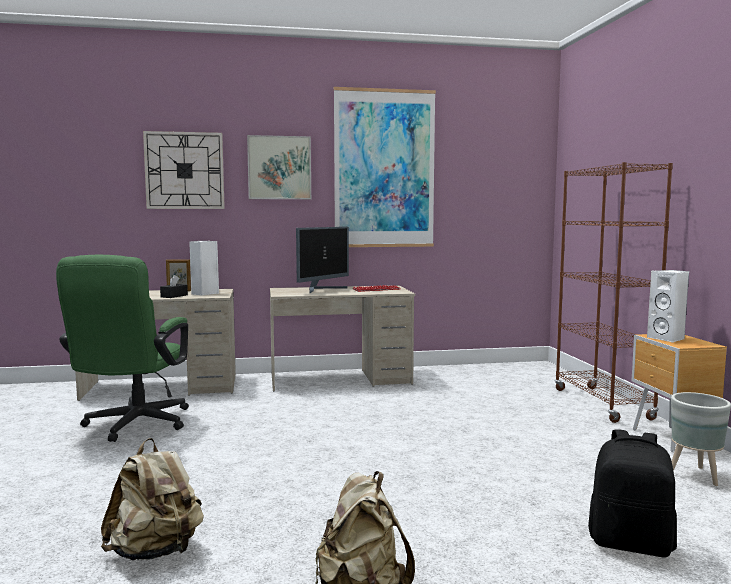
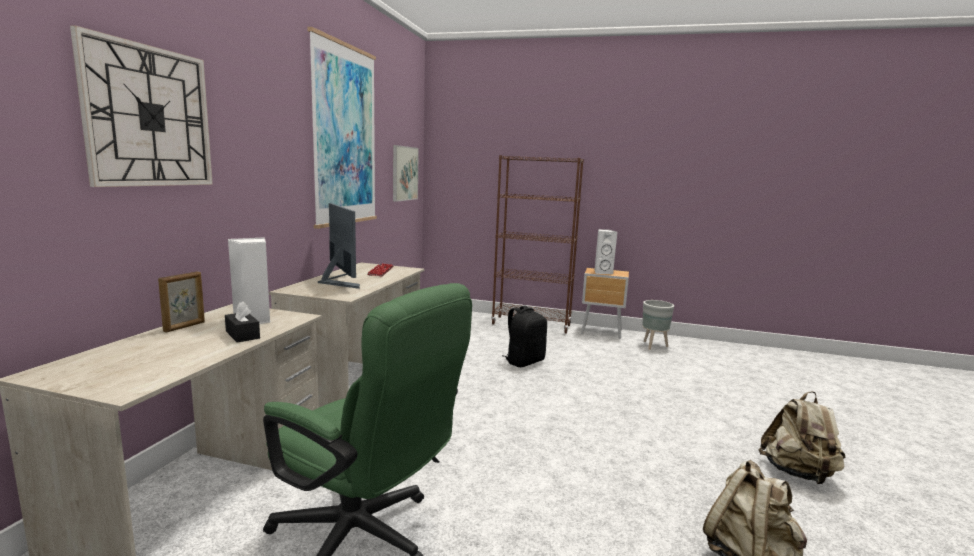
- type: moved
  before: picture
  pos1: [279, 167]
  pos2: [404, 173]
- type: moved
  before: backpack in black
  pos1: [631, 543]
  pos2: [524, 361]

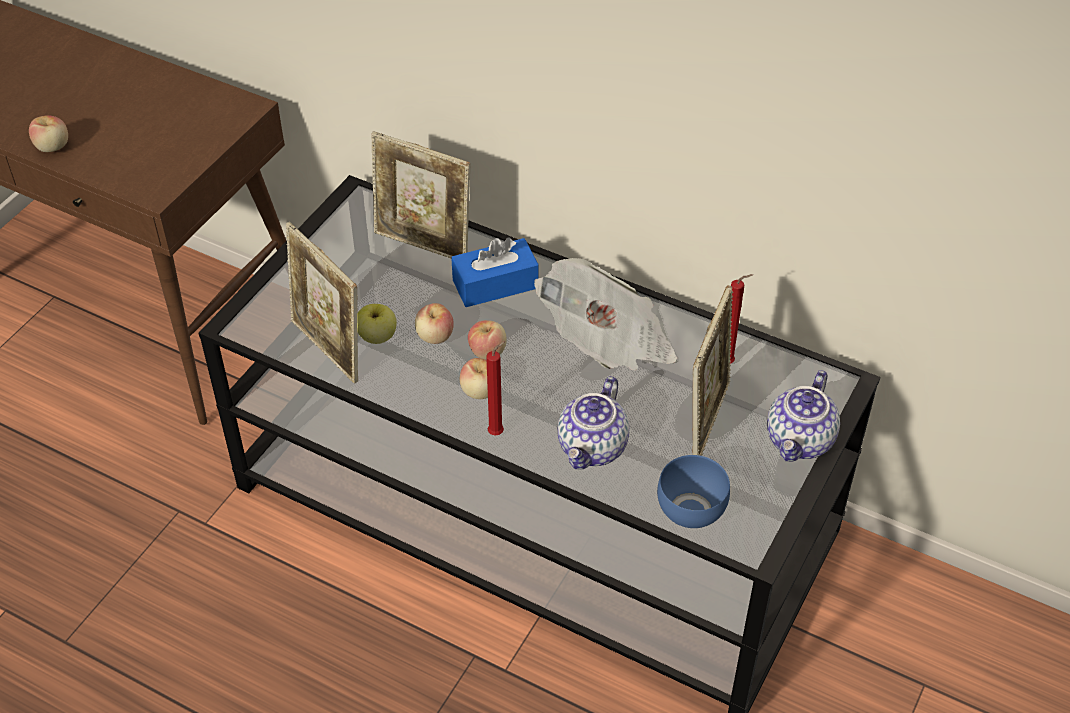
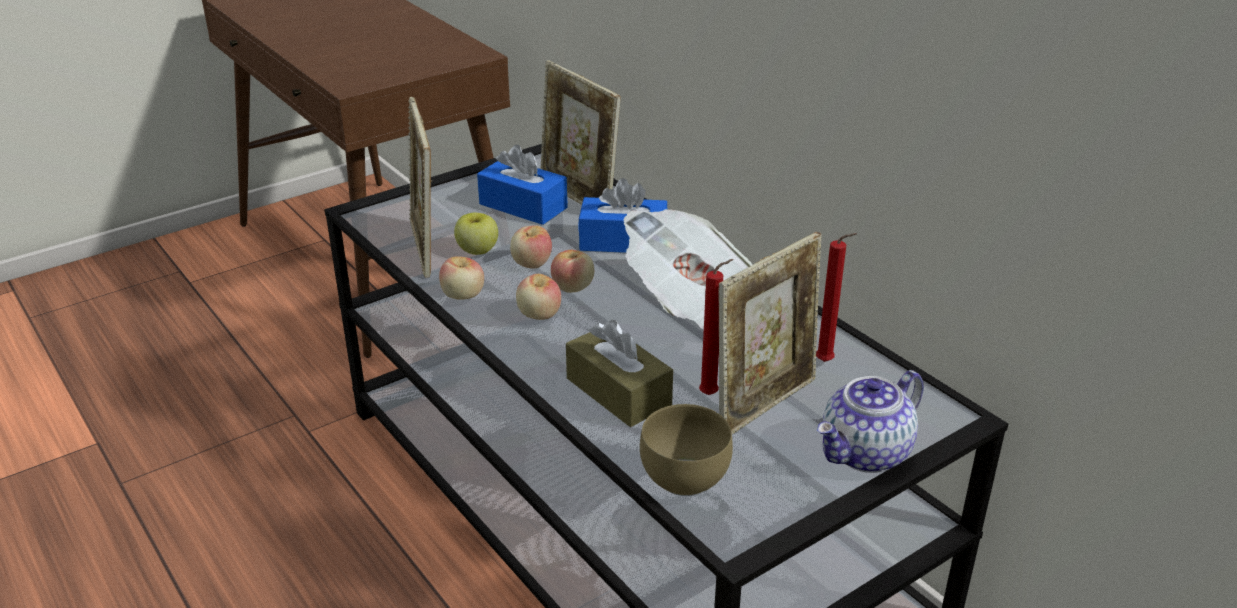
- type: added
  after: tissue box in blue
  pos2: [523, 206]
- type: moved
  before: apple
  pos1: [53, 147]
  pos2: [463, 295]
- type: moved
  before: candle in red
  pos1: [498, 432]
  pos2: [711, 394]
- type: replaced
  before: teapot
  after: tissue box in brown
  pos1: [593, 448]
  pos2: [618, 392]
- type: recoloured
  before: bowl in blue
  after: bowl in brown
  pos1: [691, 509]
  pos2: [686, 478]

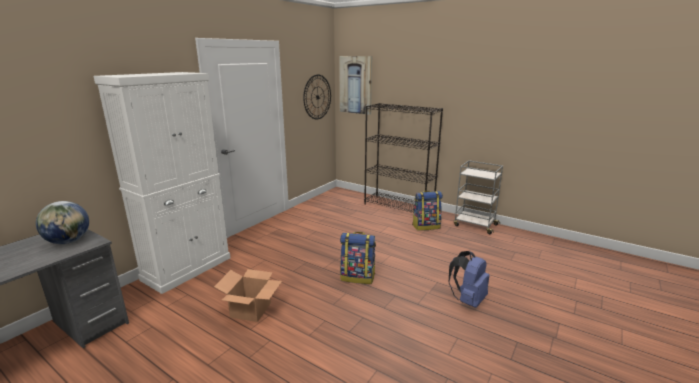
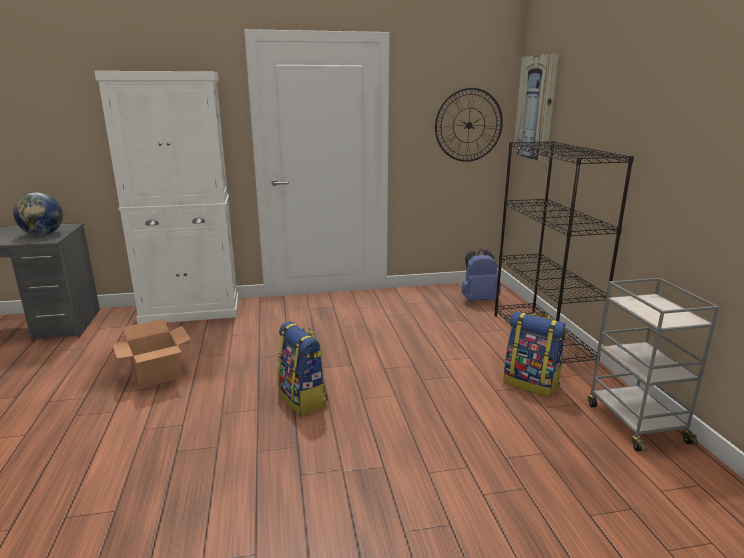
- type: moved
  before: backpack in blue
  pos1: [468, 300]
  pos2: [478, 300]

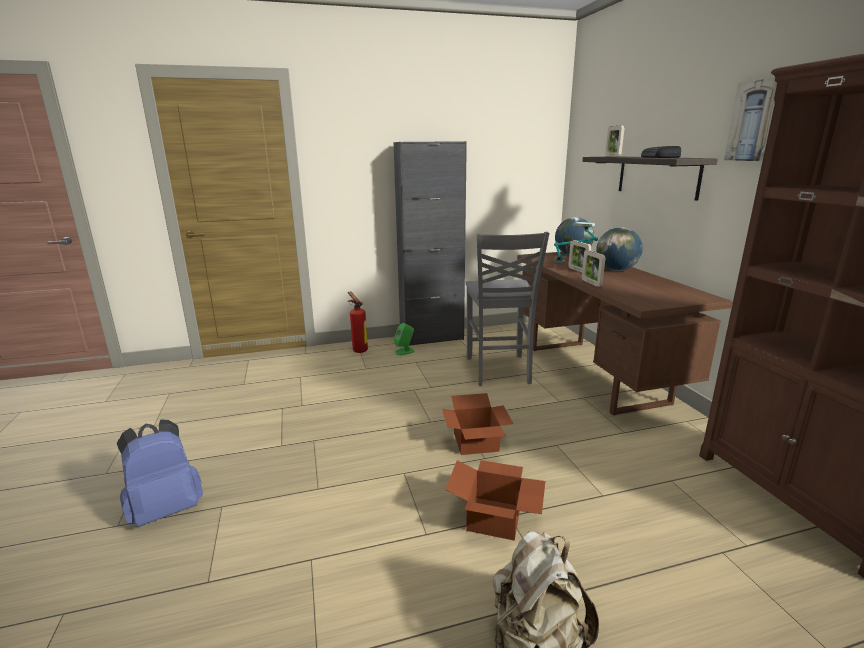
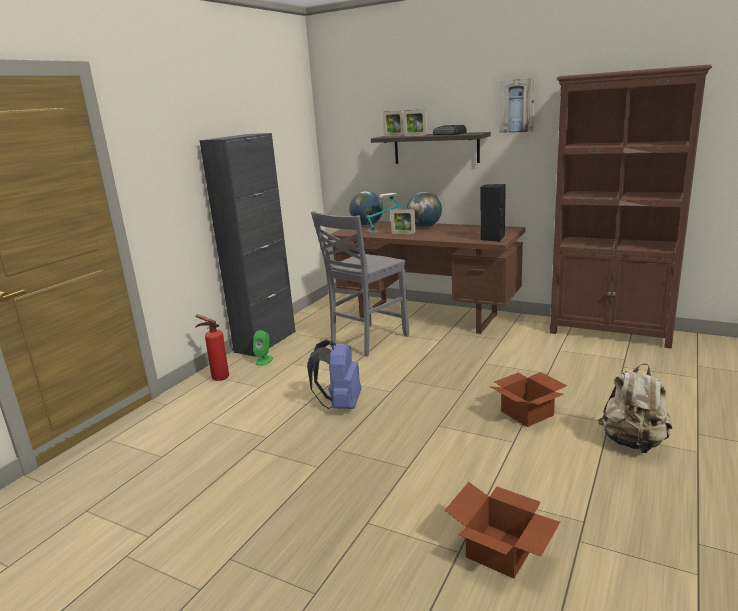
- type: added
  after: speaker in black
  pos2: [492, 238]
- type: moved
  before: backpack in blue
  pos1: [167, 509]
  pos2: [340, 405]
- type: moved
  before: cardboard box
  pos1: [475, 443]
  pos2: [501, 552]
- type: moved
  before: picture frame
  pos1: [591, 283]
  pos2: [415, 135]
- type: turned
  before: chair in grey
  pos1: [498, 371]
  pos2: [367, 341]
  turn: 90

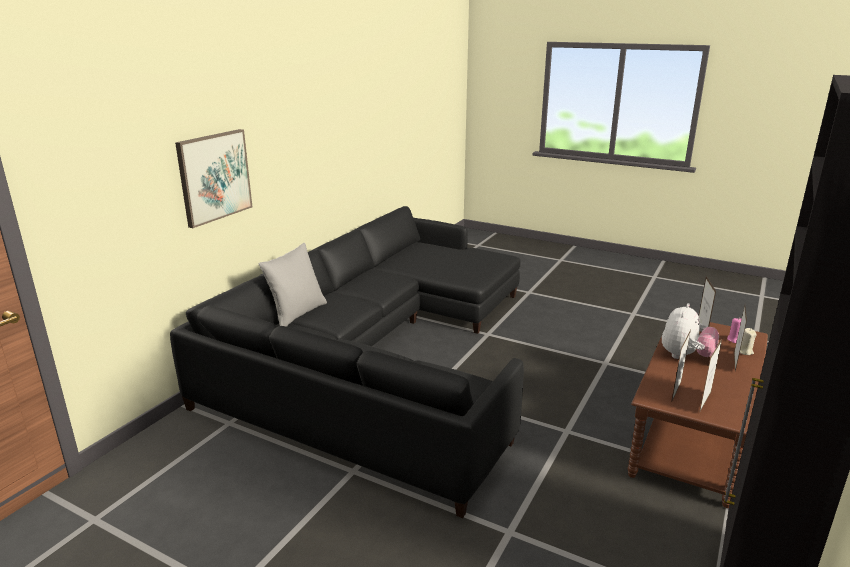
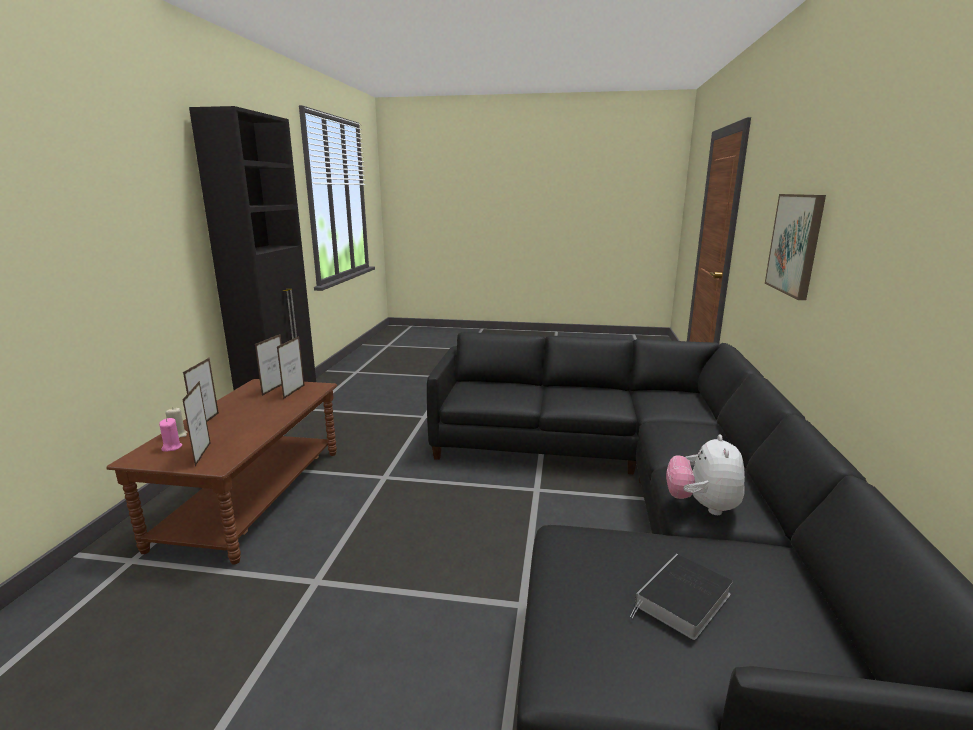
- type: removed
  before: pillow in grey
  pos1: [297, 314]
- type: added
  after: book
  pos2: [682, 601]
- type: moved
  before: plush toy
  pos1: [685, 356]
  pos2: [702, 506]

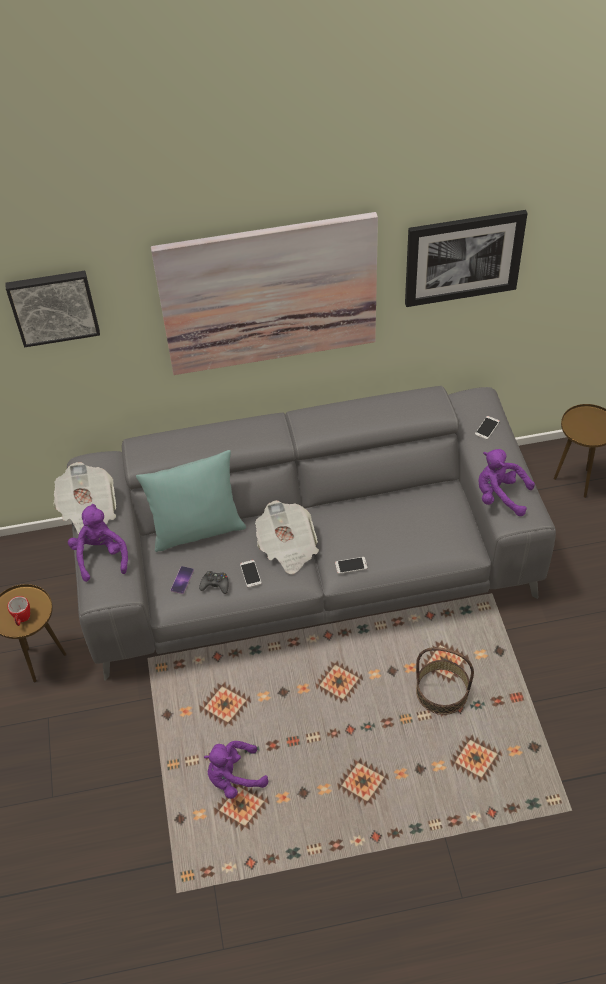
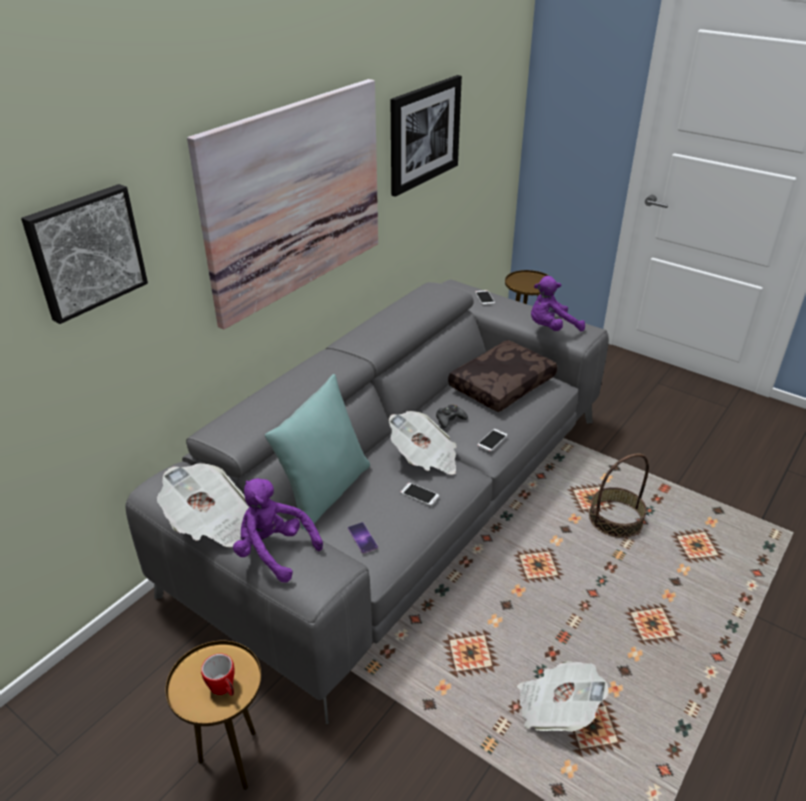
- type: added
  after: pillow in brown
  pos2: [501, 384]
- type: moved
  before: game controller in black
  pos1: [215, 585]
  pos2: [450, 419]
- type: replaced
  before: plush toy in purple
  after: newspaper
  pos1: [234, 777]
  pos2: [556, 708]

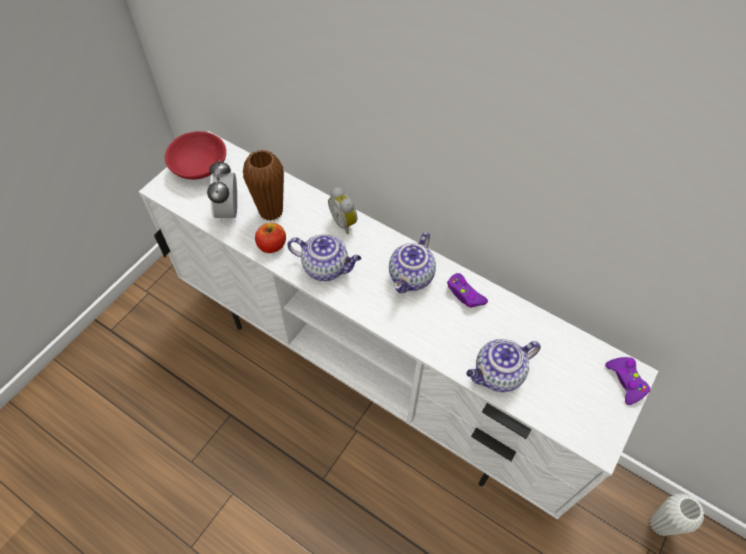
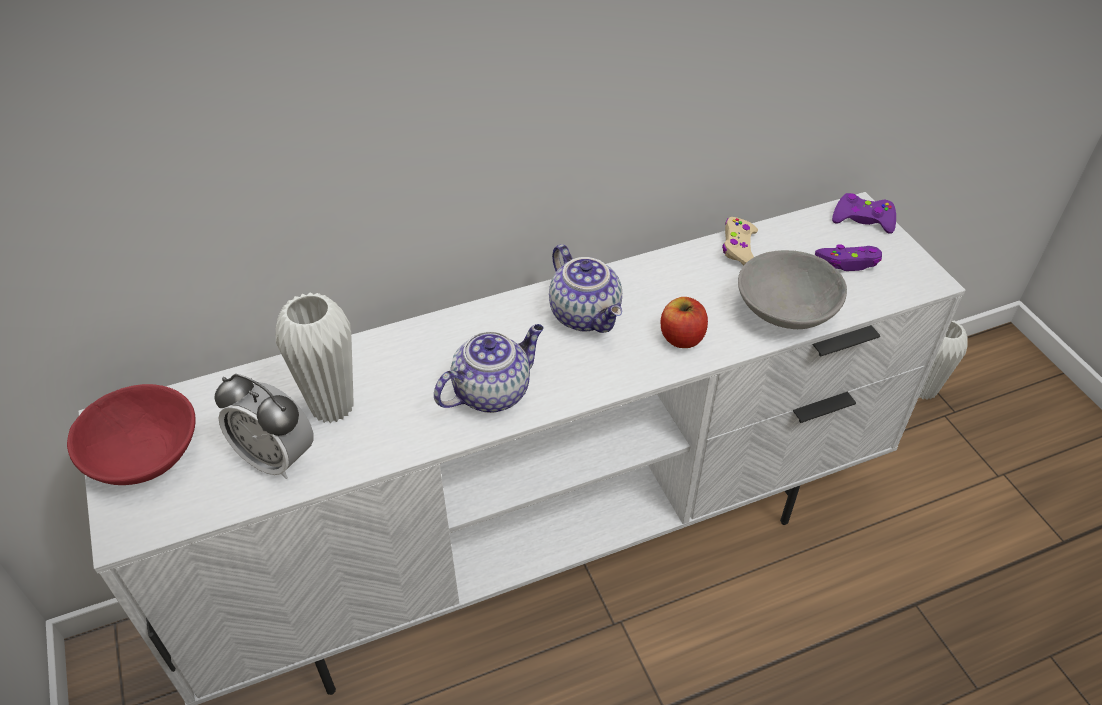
- type: removed
  before: alarm clock
  pos1: [345, 222]
- type: added
  after: game controller in beige
  pos2: [739, 248]
- type: moved
  before: apple
  pos1: [272, 245]
  pos2: [681, 337]
- type: moved
  before: game controller in purple
  pos1: [465, 294]
  pos2: [848, 262]
- type: replaced
  before: teapot
  after: bowl in grey
  pos1: [497, 374]
  pos2: [786, 311]
- type: recoloured
  before: vase in brown
  after: vase in white
  pos1: [271, 212]
  pos2: [332, 407]

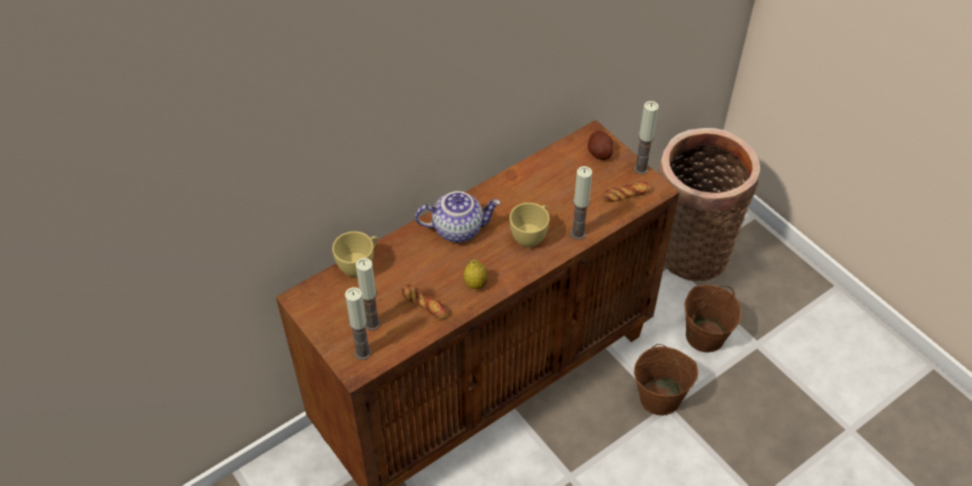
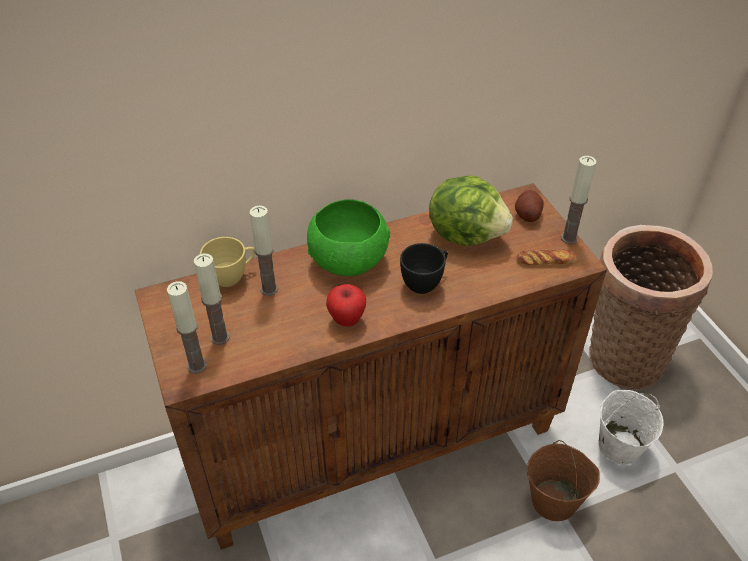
- type: removed
  before: bread
  pos1: [424, 304]
- type: added
  after: lettuce
  pos2: [466, 233]
- type: moved
  before: candle
  pos1: [578, 233]
  pos2: [269, 289]
- type: replaced
  before: teapot
  after: bowl in green
  pos1: [458, 228]
  pos2: [349, 260]
- type: replaced
  before: lemon
  after: apple
  pos1: [475, 284]
  pos2: [347, 320]
- type: recoloured
  before: cup in yellow
  after: cup in black
  pos1: [531, 235]
  pos2: [425, 282]
- type: recoloured
  before: bucket in brown
  after: bucket in white
  pos1: [704, 335]
  pos2: [619, 445]

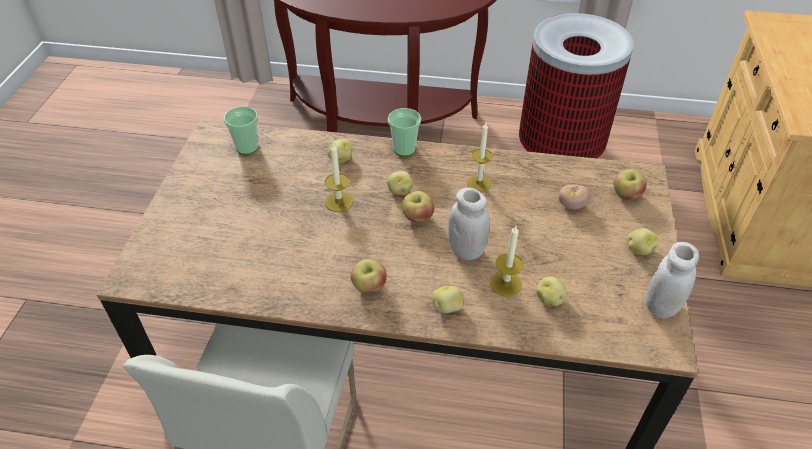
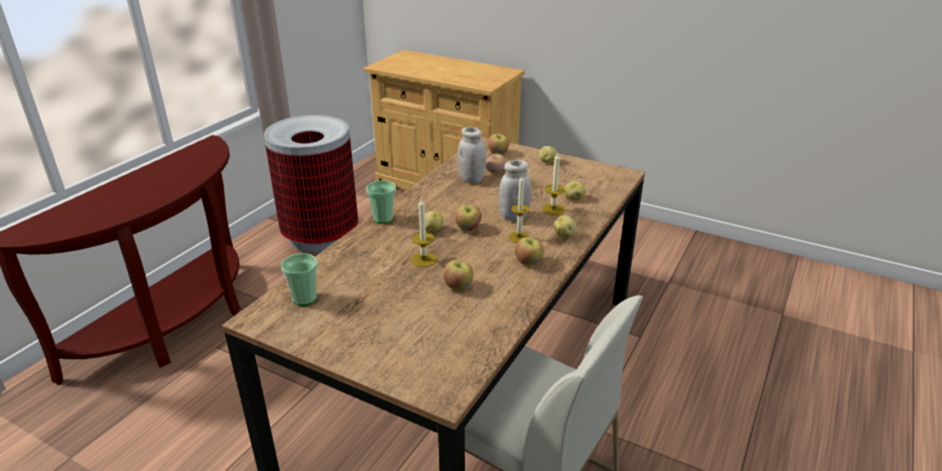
- type: removed
  before: potato
  pos1: [341, 159]
- type: added
  after: apple
  pos2: [458, 286]
- type: moved
  before: candle
  pos1: [479, 183]
  pos2: [519, 237]
- type: moved
  before: jar in white
  pos1: [661, 306]
  pos2: [471, 179]

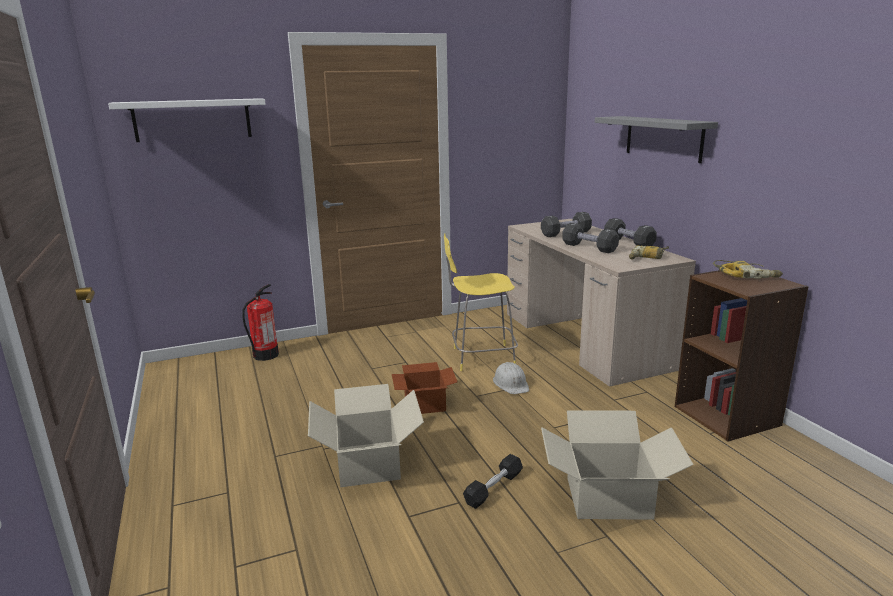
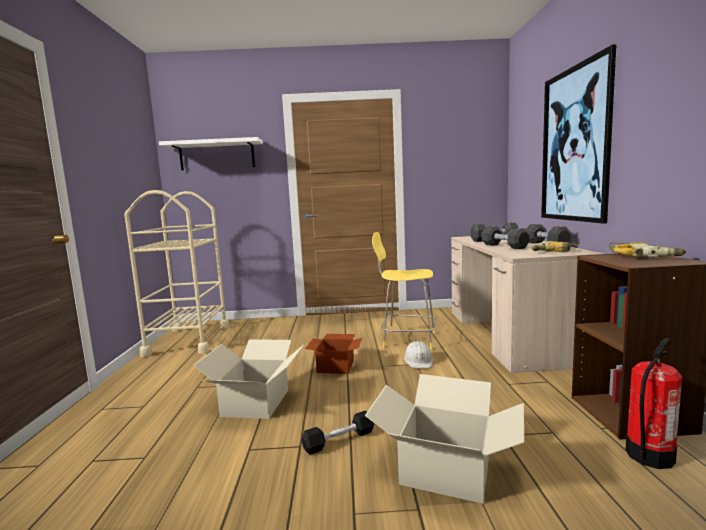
- type: added
  after: cart in beige
  pos2: [188, 340]
- type: moved
  before: fire extinguisher
  pos1: [265, 355]
  pos2: [649, 456]
- type: replaced
  before: shelf in grey
  after: picture
  pos1: [663, 138]
  pos2: [574, 145]

